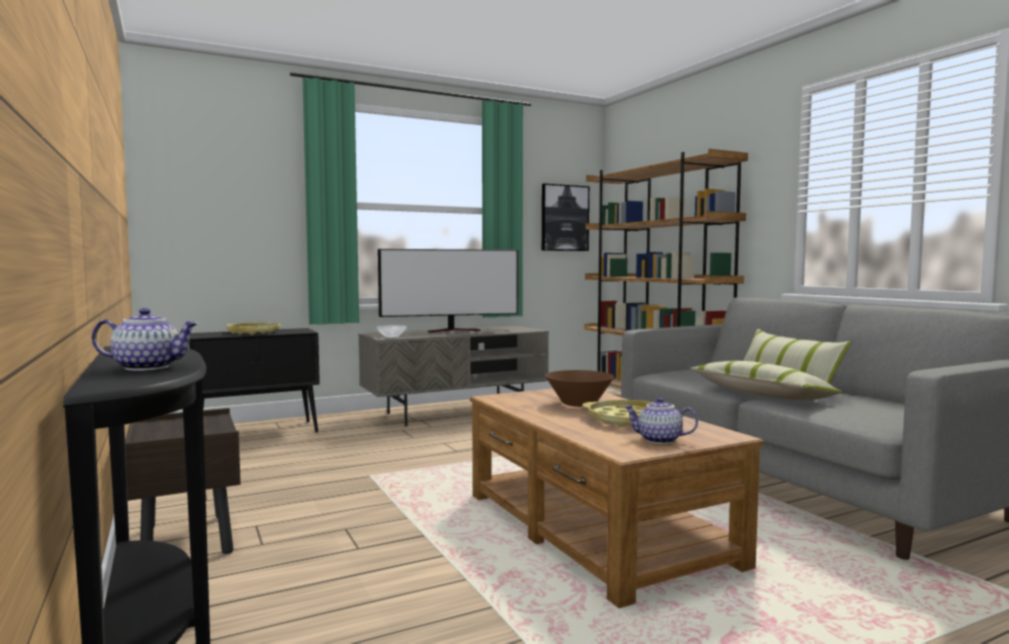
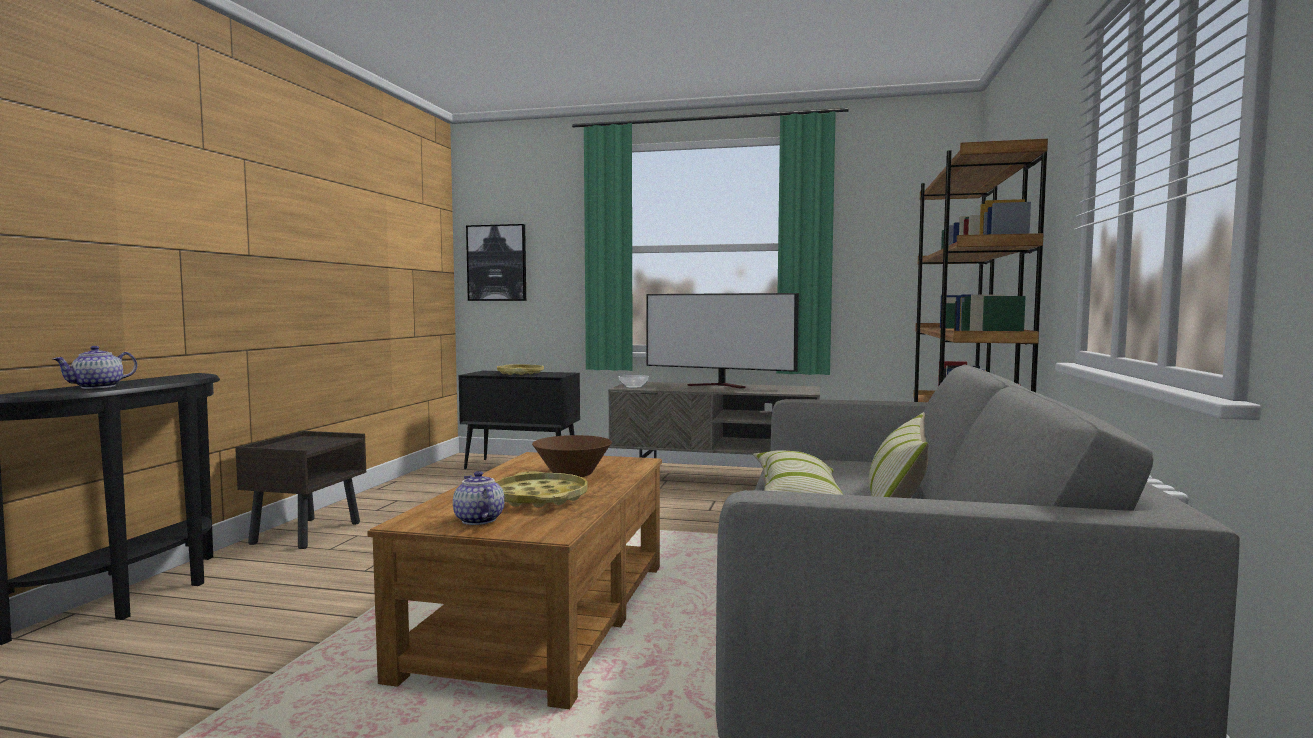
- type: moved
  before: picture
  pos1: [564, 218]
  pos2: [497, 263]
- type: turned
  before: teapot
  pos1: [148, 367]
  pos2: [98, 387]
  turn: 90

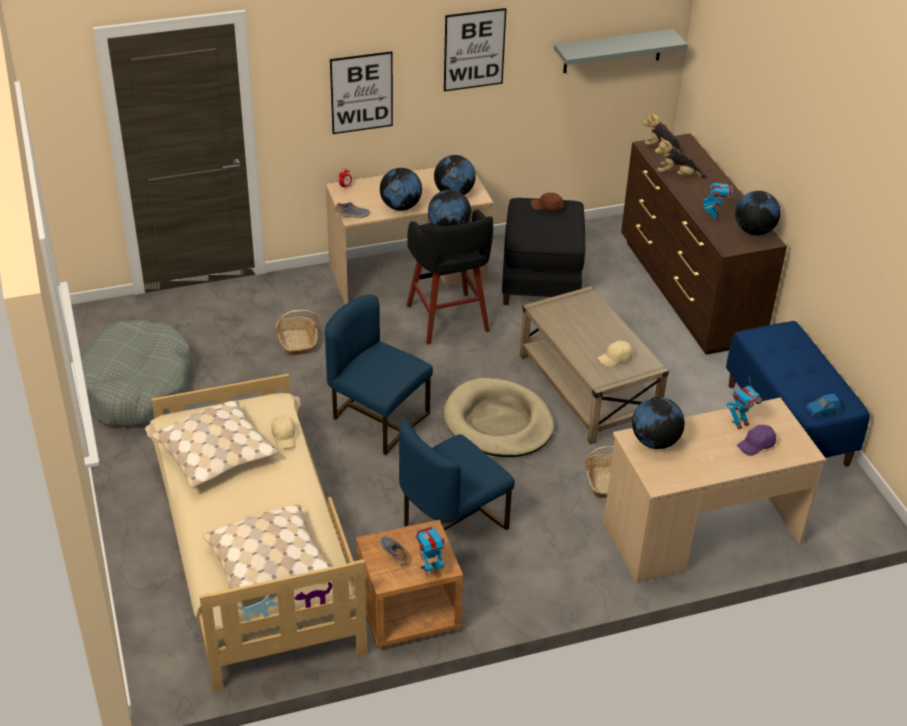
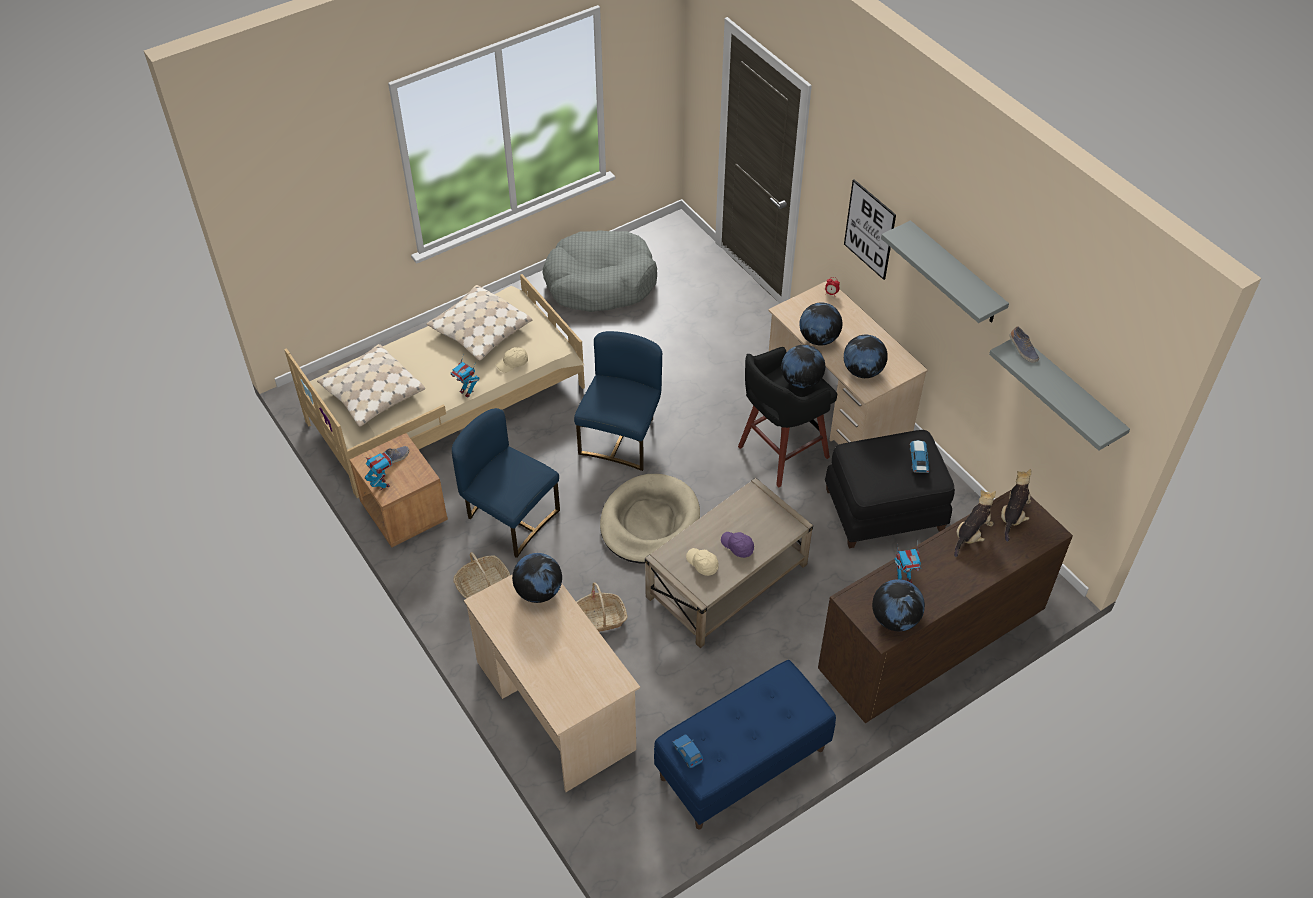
- type: moved
  before: basket
  pos1: [297, 342]
  pos2: [482, 584]
- type: moved
  before: shoe
  pos1: [352, 216]
  pos2: [1022, 350]
- type: moved
  before: toy robot
  pos1: [740, 423]
  pos2: [467, 392]
- type: moved
  before: cap in purple
  pos1: [756, 445]
  pos2: [737, 547]
- type: replaced
  before: picture
  after: shelf in grey
  pos1: [474, 49]
  pos2: [955, 274]
- type: replaced
  before: cap in brown
  after: toy car
  pos1: [547, 207]
  pos2: [918, 459]
- type: turned
  before: plush toy
  pos1: [677, 175]
  pos2: [971, 535]
  turn: 45

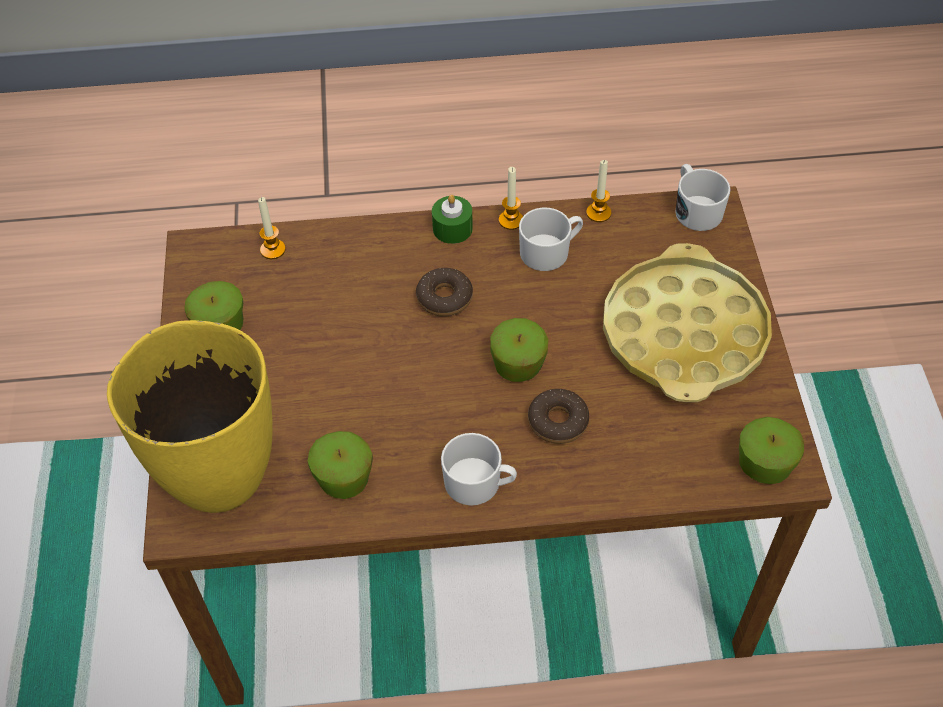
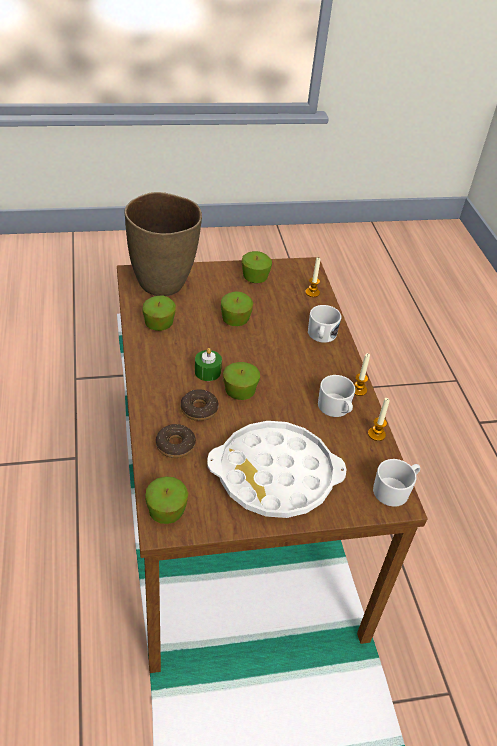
- type: added
  after: apple
  pos2: [235, 320]
- type: moved
  before: donut
  pos1: [444, 298]
  pos2: [175, 445]
- type: moved
  before: candle in green
  pos1: [452, 228]
  pos2: [207, 371]
- type: moved
  before: mug in white
  pos1: [479, 483]
  pos2: [321, 335]
- type: recoloured
  before: vase in yellow
  after: vase in brown
  pos1: [219, 474]
  pos2: [163, 283]
- type: recoloured
  before: tray in yellow
  after: tray in white
  pos1: [684, 333]
  pos2: [275, 475]

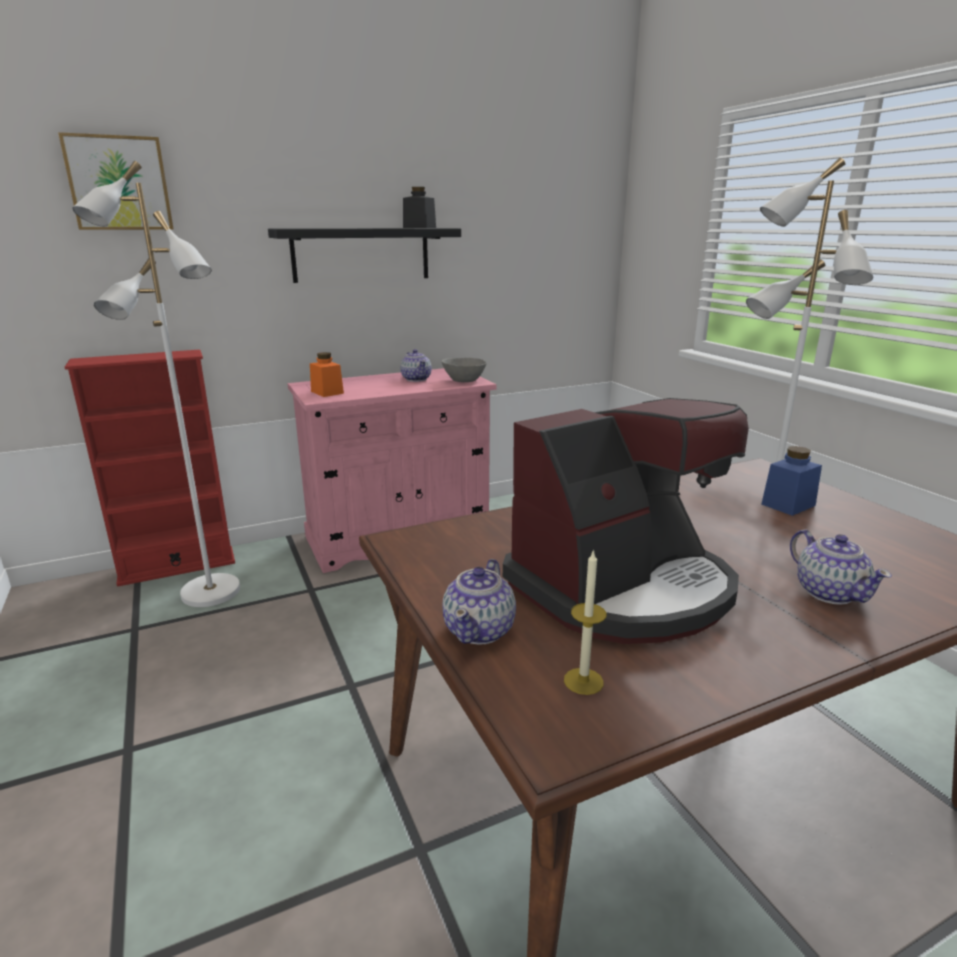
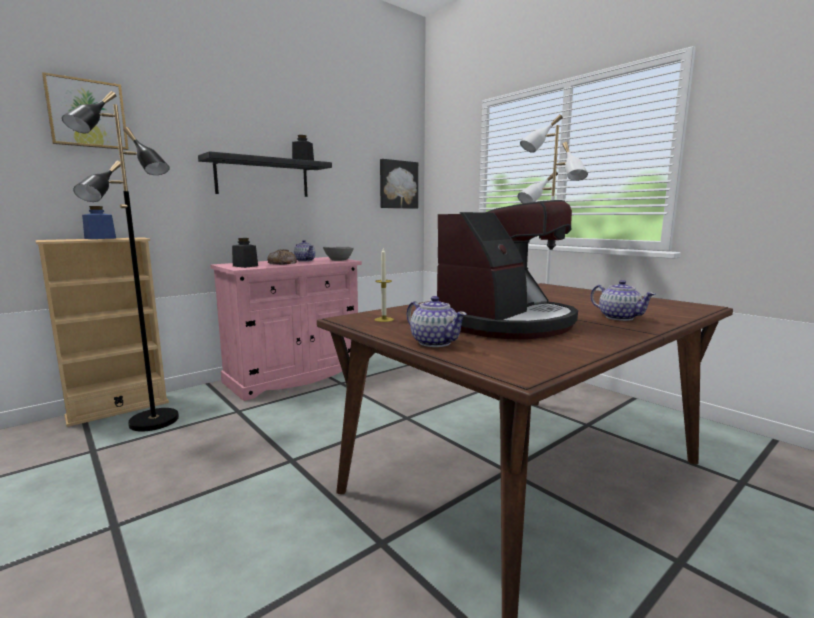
- type: added
  after: bread
  pos2: [282, 263]
- type: added
  after: picture
  pos2: [398, 184]
- type: moved
  before: candle
  pos1: [583, 681]
  pos2: [384, 319]
- type: moved
  before: jar in blue
  pos1: [788, 505]
  pos2: [100, 238]
- type: recoloured
  before: bookcase in red
  after: bookcase in beige
  pos1: [177, 566]
  pos2: [118, 409]
- type: recoloured
  before: floor lamp in white
  after: floor lamp in black
  pos1: [210, 593]
  pos2: [153, 422]
- type: recoloured
  before: jar in orange
  after: jar in black
  pos1: [327, 392]
  pos2: [245, 266]
- type: turned
  before: teapot
  pos1: [480, 630]
  pos2: [434, 342]
  turn: -45

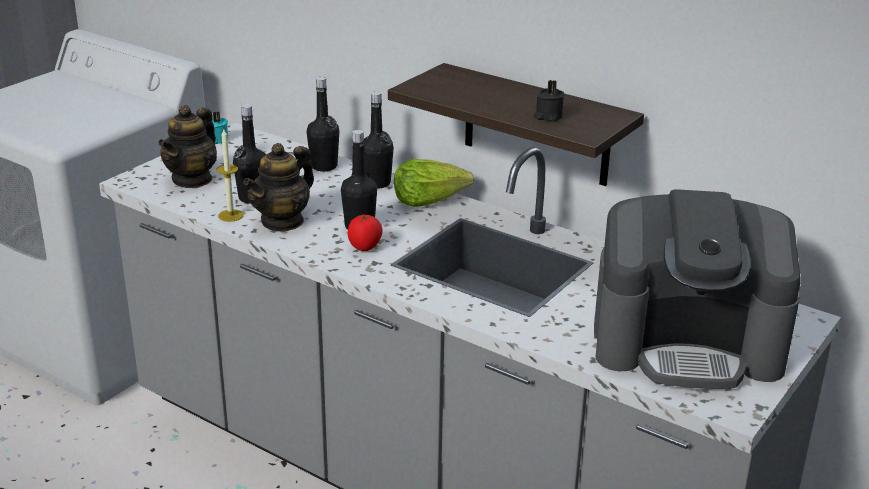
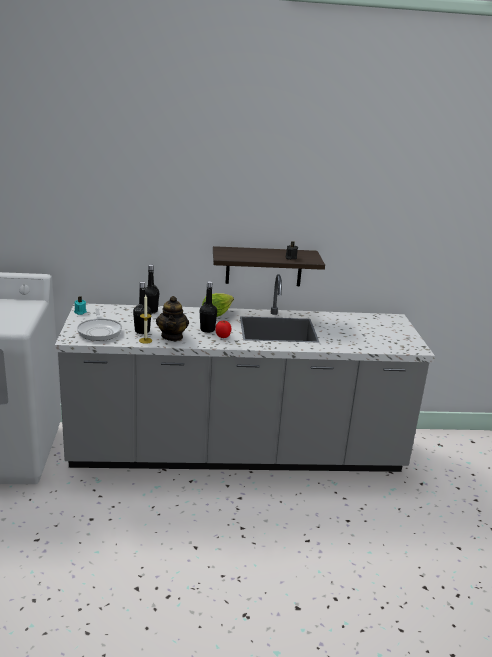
- type: removed
  before: bottle in black
  pos1: [377, 183]
- type: removed
  before: coffee machine
  pos1: [687, 344]
- type: replaced
  before: teapot
  after: frying pan
  pos1: [192, 179]
  pos2: [99, 331]

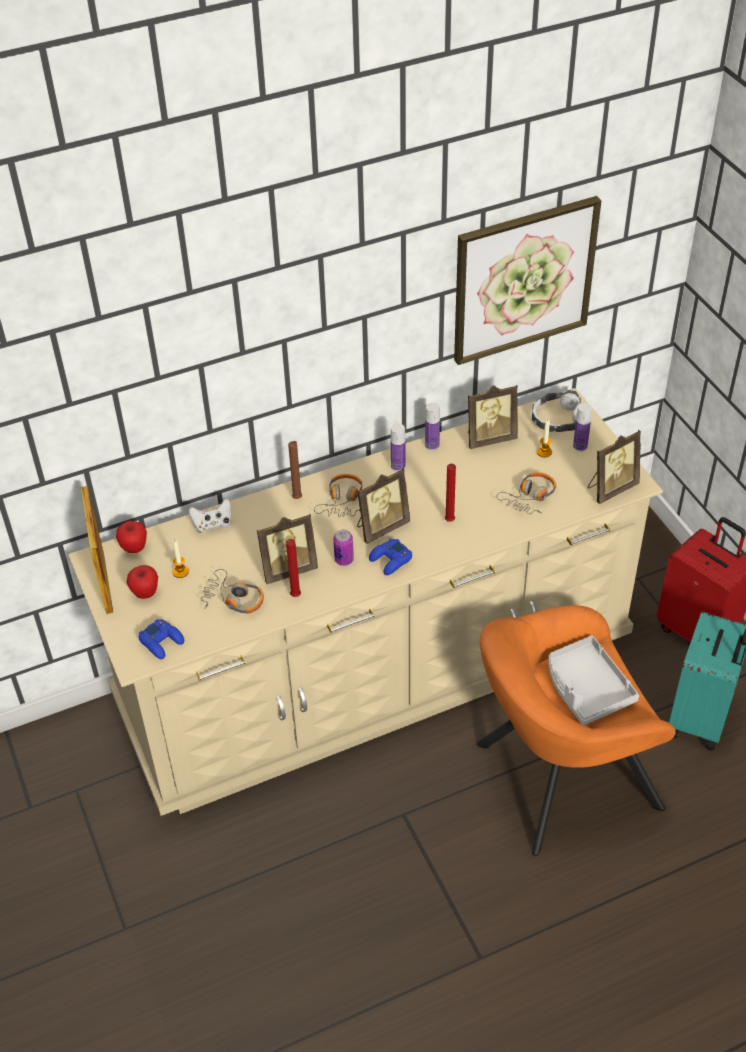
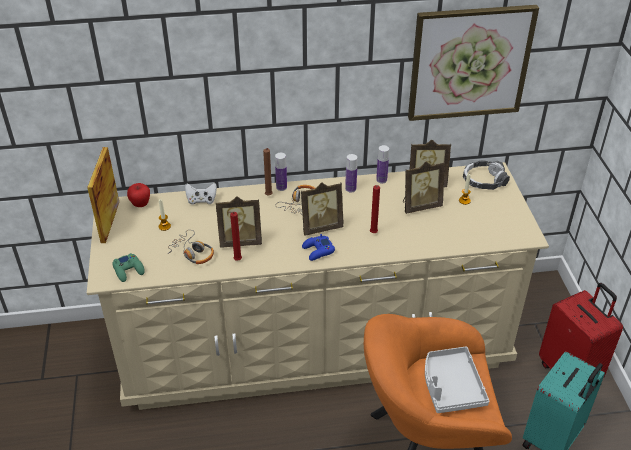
- type: removed
  before: apple
  pos1: [145, 593]
- type: removed
  before: can
  pos1: [344, 560]
- type: removed
  before: headphones
  pos1: [530, 497]
- type: moved
  before: bottle
  pos1: [580, 446]
  pos2: [281, 187]
- type: moved
  before: picture frame
  pos1: [610, 488]
  pos2: [420, 205]
- type: recoloured
  before: game controller in blue
  after: game controller in green
  pos1: [162, 642]
  pos2: [129, 270]

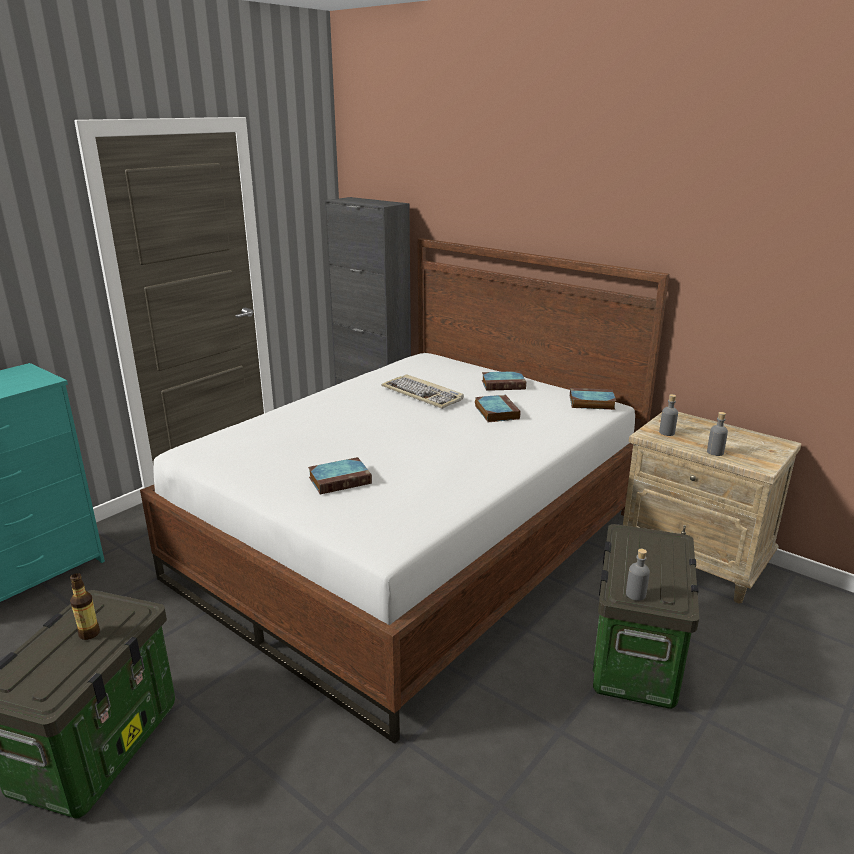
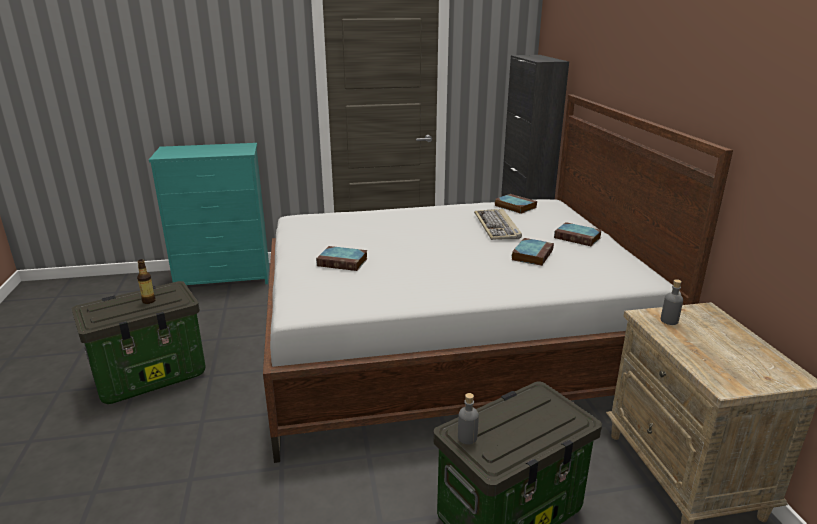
- type: removed
  before: bottle in grey
  pos1: [715, 452]
- type: moved
  before: book
  pos1: [590, 402]
  pos2: [514, 206]

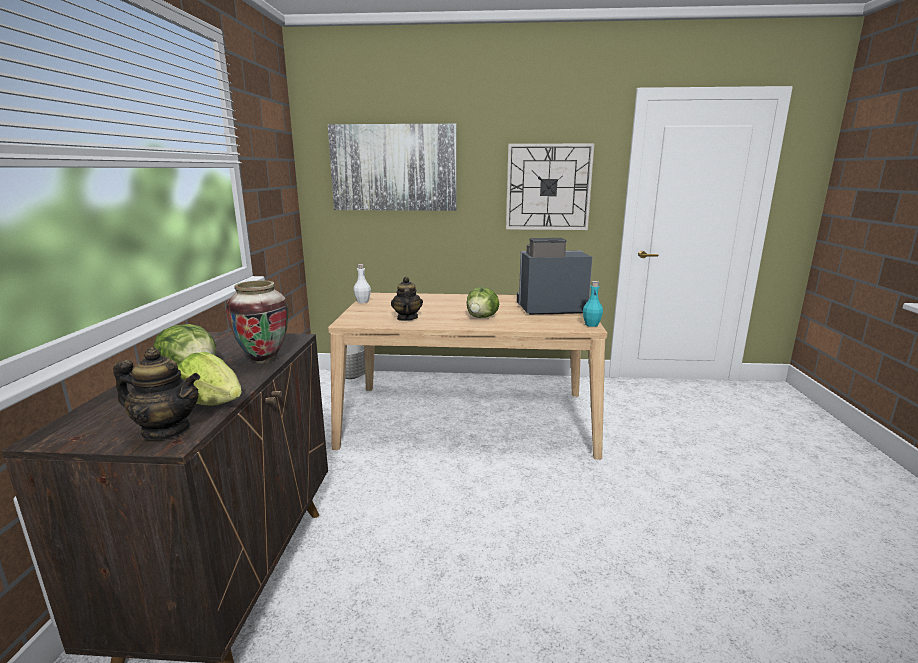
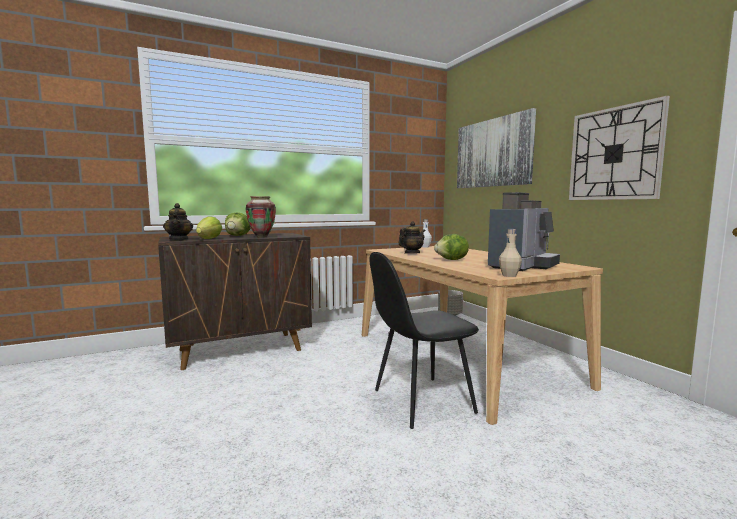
- type: added
  after: chair in black
  pos2: [420, 401]
- type: recoloured
  before: bottle in turquoise
  after: bottle in beige
  pos1: [591, 325]
  pos2: [509, 275]
- type: turned
  before: coffee machine
  pos1: [548, 309]
  pos2: [522, 266]
  turn: 75

